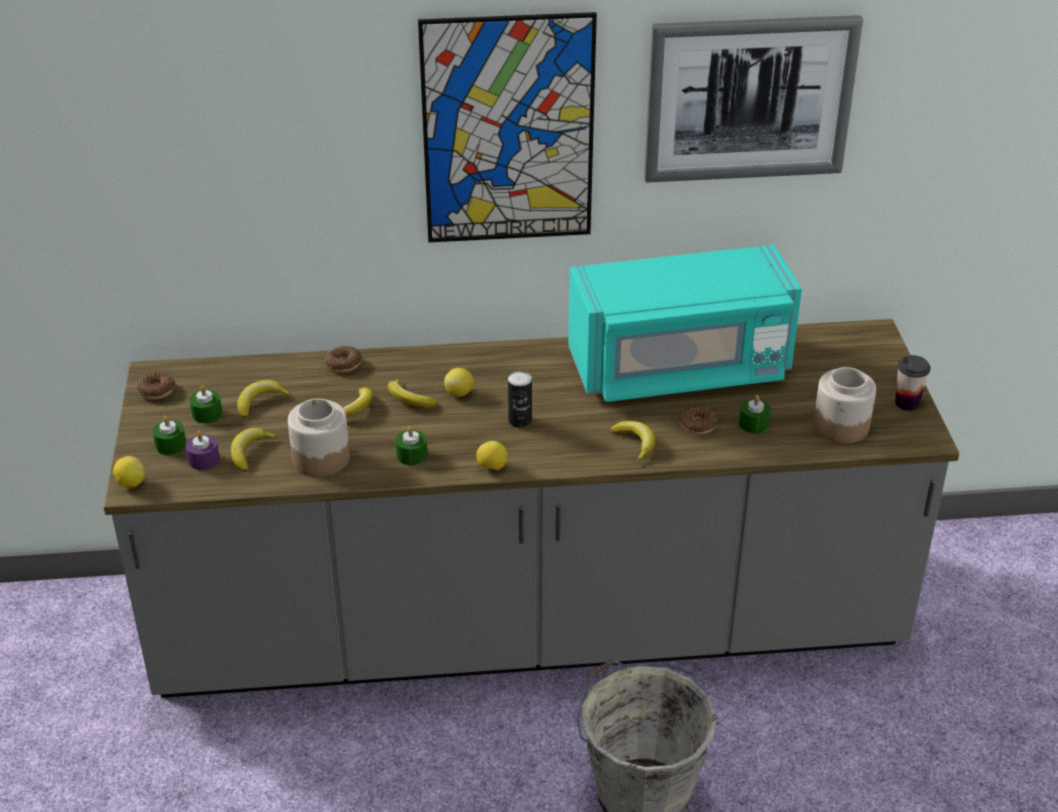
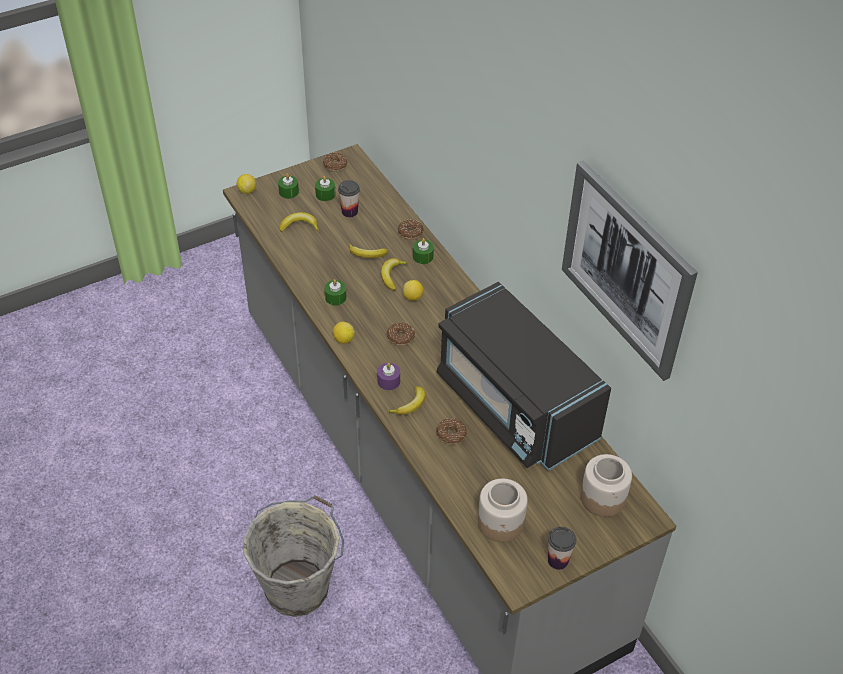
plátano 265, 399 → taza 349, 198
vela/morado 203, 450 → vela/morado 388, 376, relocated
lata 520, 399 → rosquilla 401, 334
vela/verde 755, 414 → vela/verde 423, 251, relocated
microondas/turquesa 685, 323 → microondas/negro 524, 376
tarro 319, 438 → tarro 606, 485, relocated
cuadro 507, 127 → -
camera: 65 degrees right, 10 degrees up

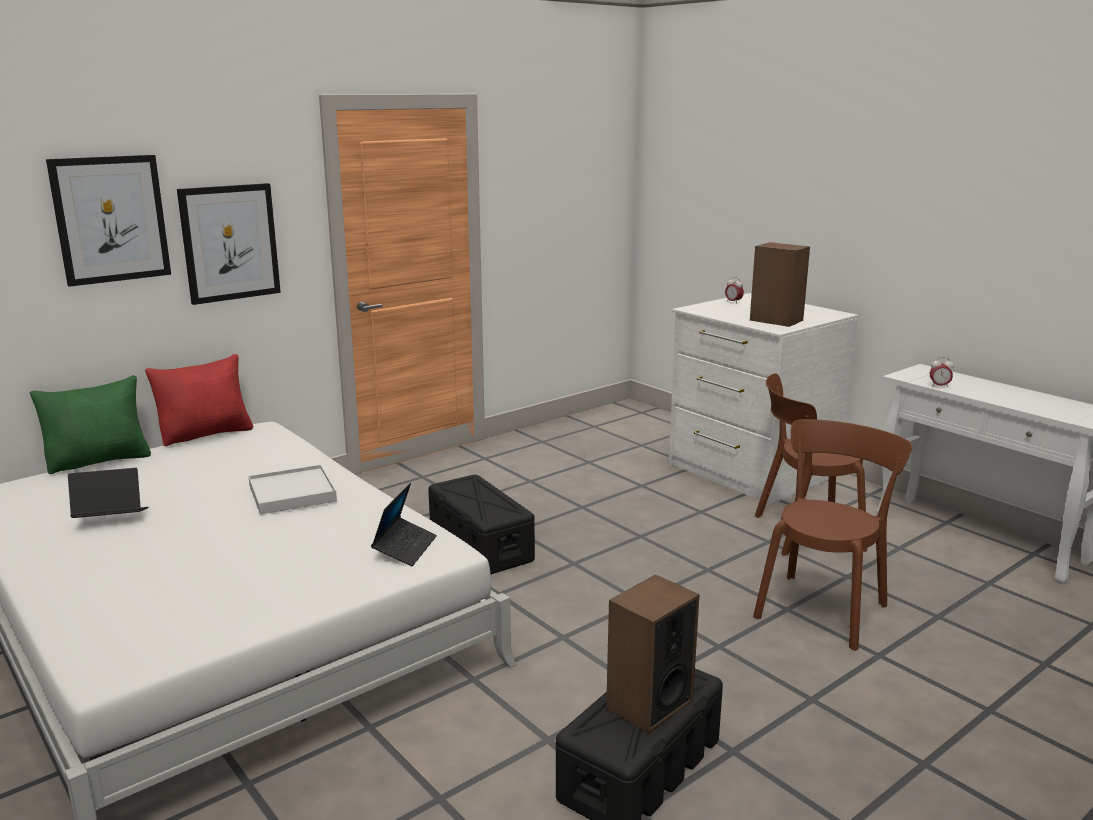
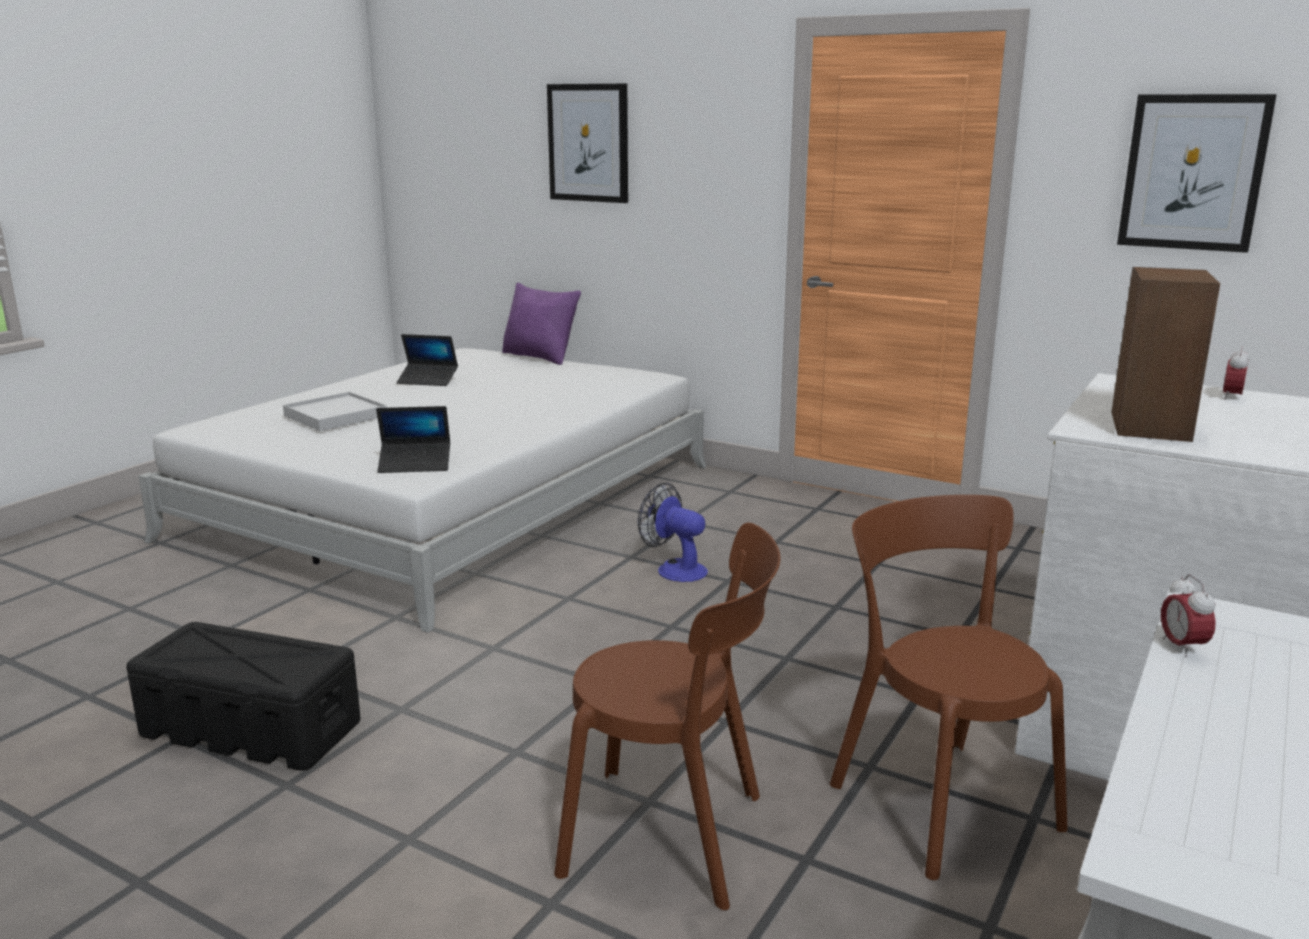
bandeja/blanco 292, 490 → bandeja/blanco 335, 411, relocated
portátil 108, 493 → portátil 427, 360, 135 degrees clockwise
cojín/verde 90, 424 → cojín/morado 541, 324
caja de almacenaje/negro 481, 524 → ventilador 673, 532
cuadro 229, 244 → cuadro 1197, 173, relocated
cojín/rojo 199, 400 → -
altavoz 653, 654 → -
camera: 70 degrees right, 0 degrees up

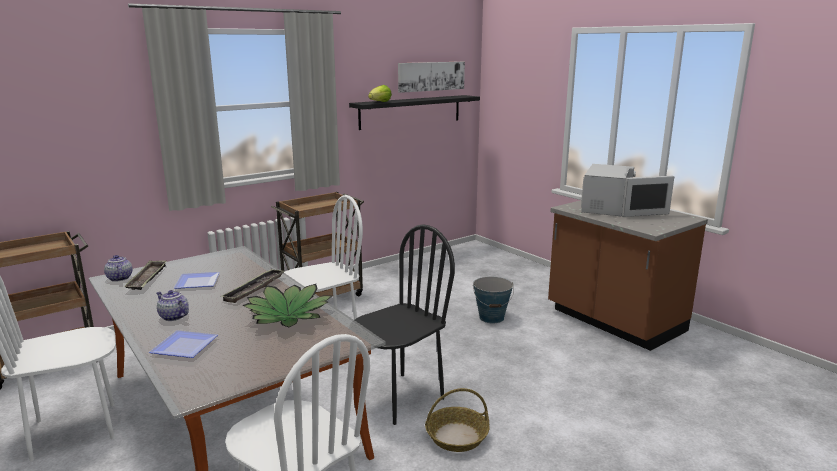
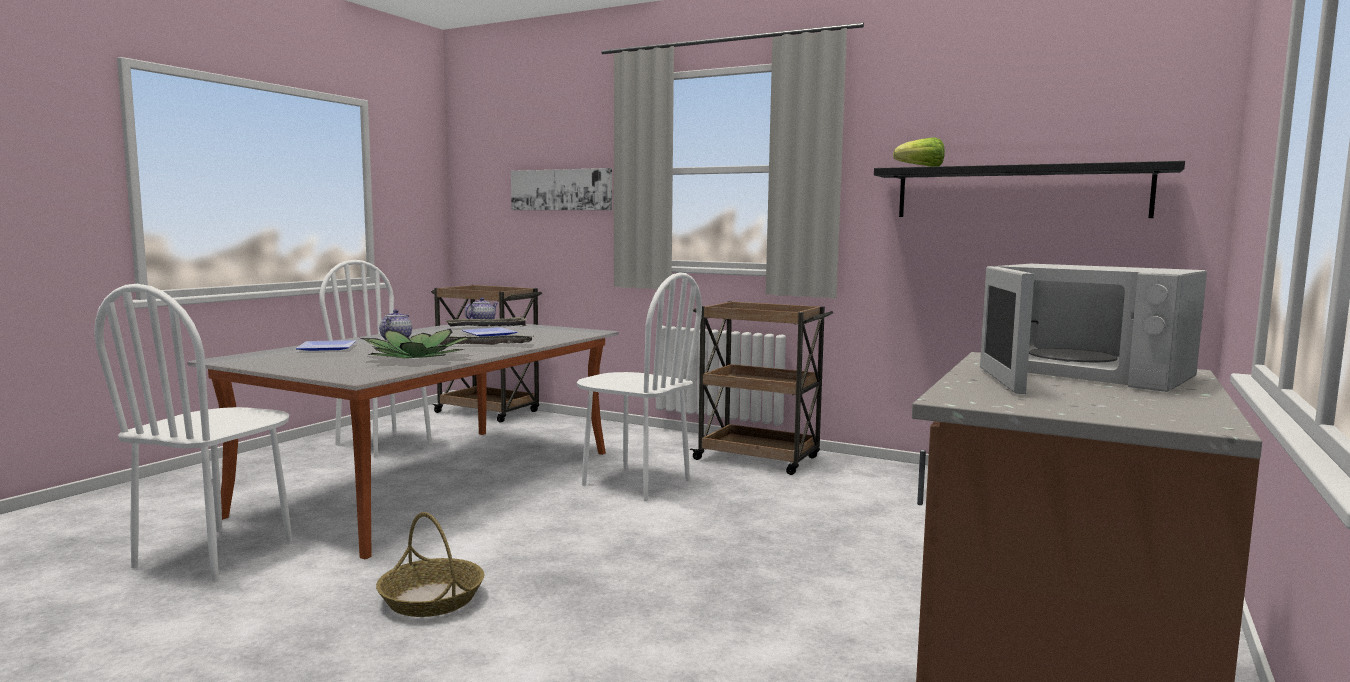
cuadro 431, 77 → cuadro 561, 189, relocated
microondas/blanco 627, 190 → microondas/blanco 1093, 329, 45 degrees clockwise
silla/negro 405, 325 → -
cubo 493, 300 → -
camera: 65 degrees right, 10 degrees down

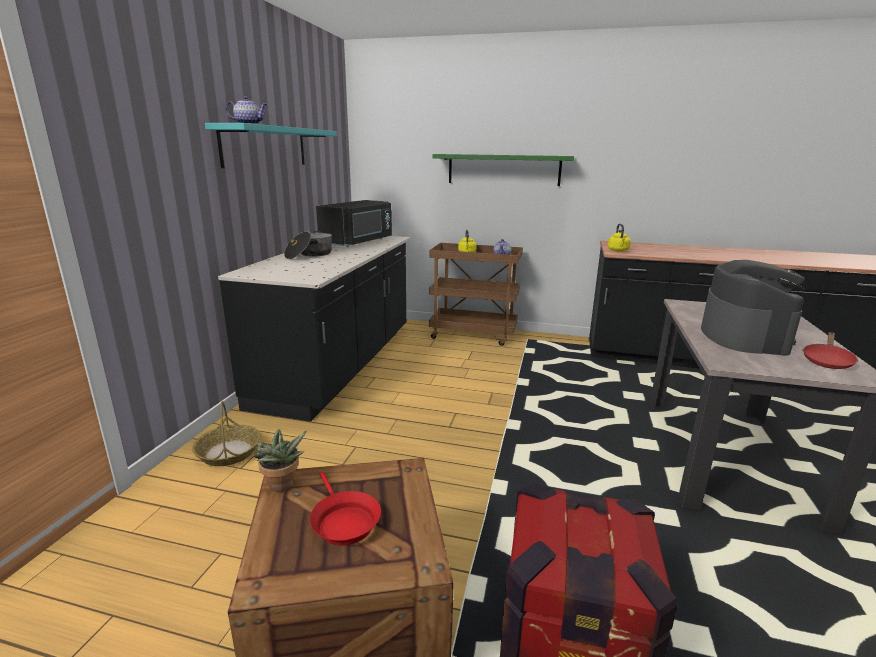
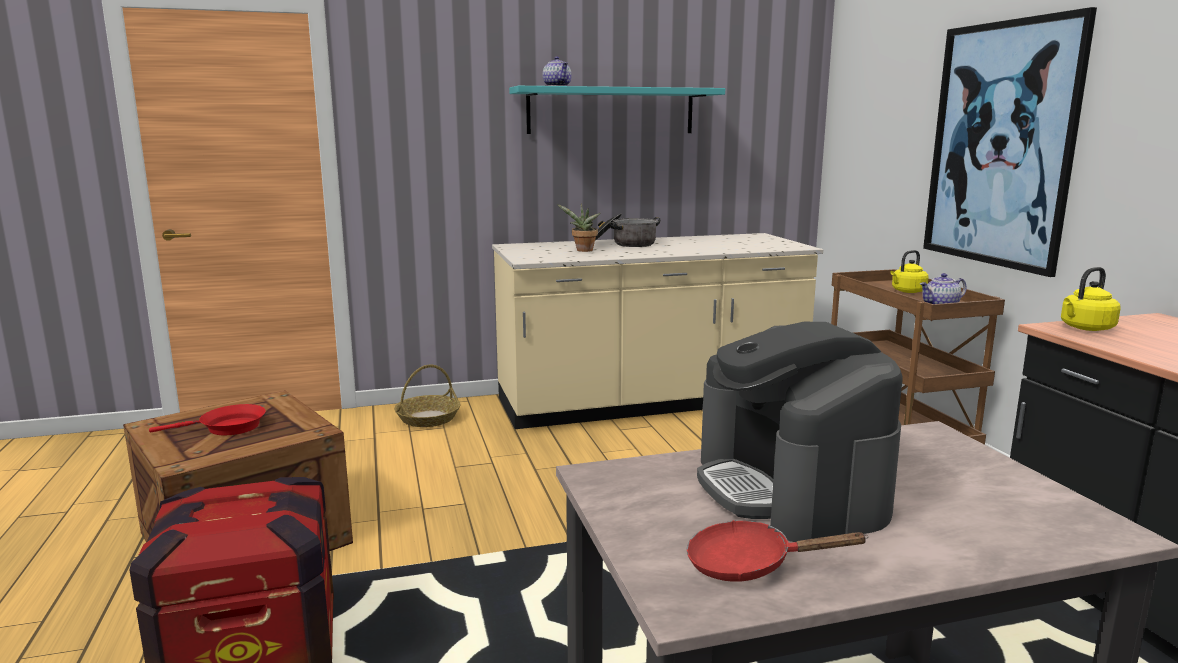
sartén/rojo 345, 509 → sartén/rojo 207, 419, 135 degrees counterclockwise
mueble bajo de cocina/negro 314, 329 → mueble bajo de cocina/beis 657, 331
planta en maceta 280, 460 → planta en maceta 579, 227, relocated
cafetera 753, 308 → cafetera 800, 432, 90 degrees clockwise
estante/verde 503, 170 → cuadro 1010, 142
microondas/negro 354, 223 → -
camera: 60 degrees right, 5 degrees down

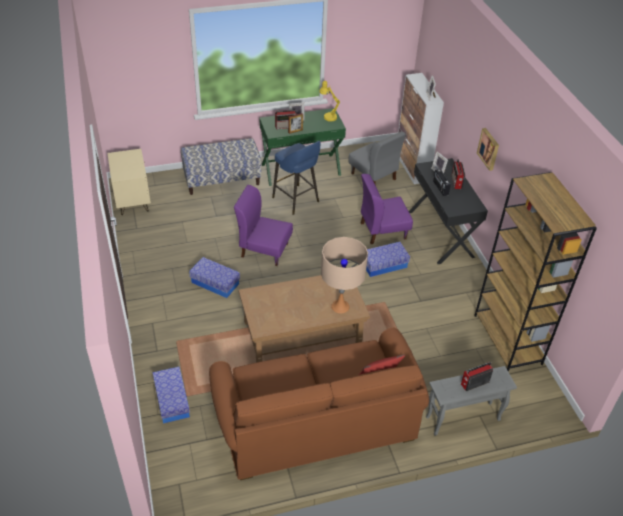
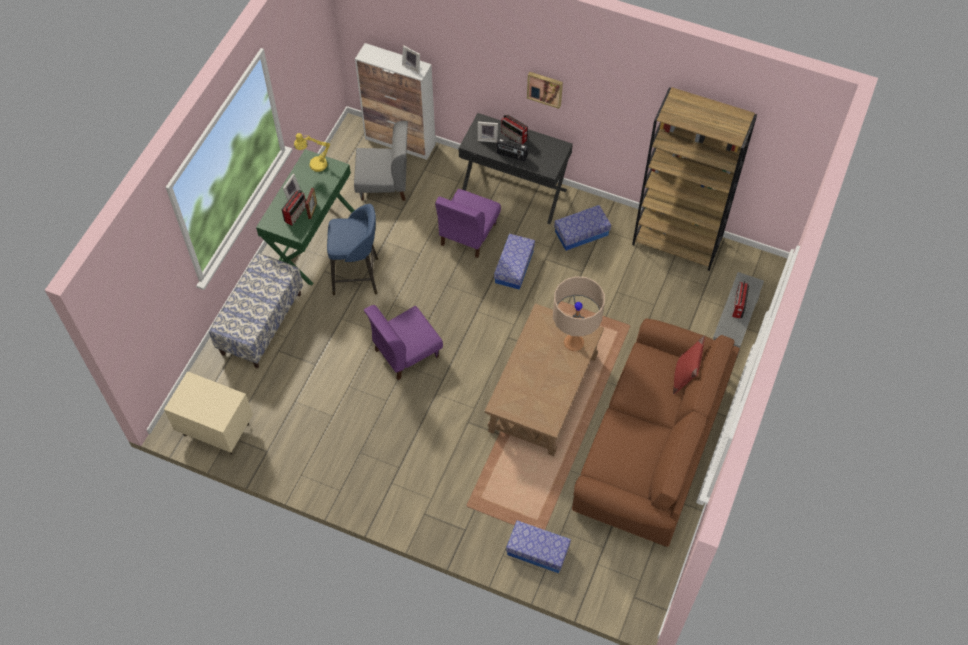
caja de almacenaje 214, 277 → caja de almacenaje 582, 228, relocated
camera: 50 degrees left, 15 degrees up

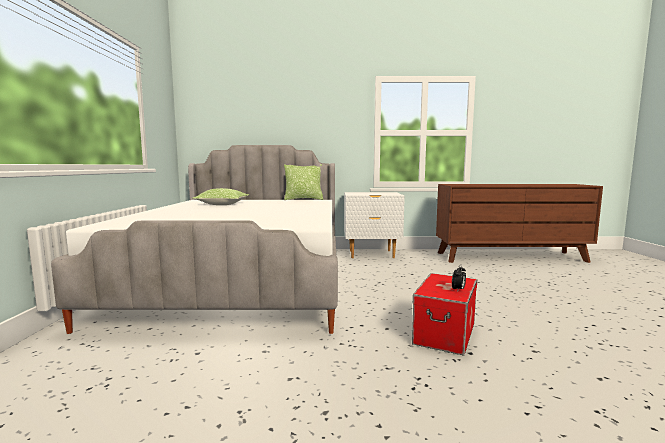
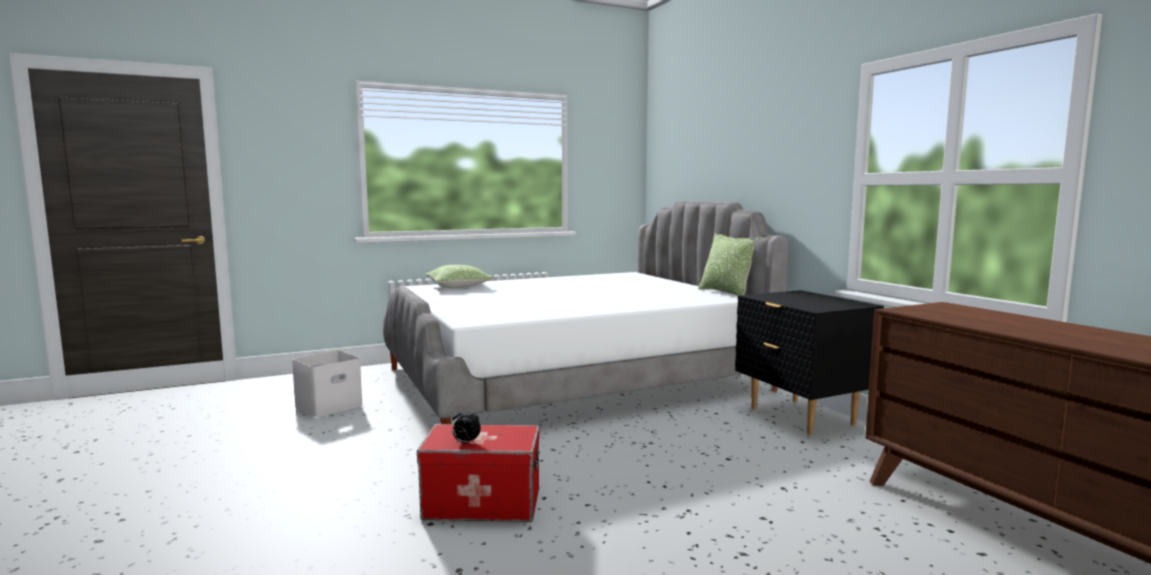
- → caja de almacenaje/blanco 327, 384
cojín 220, 196 → cojín 459, 276, relocated
mesita de noche/blanco 374, 225 → mesita de noche/negro 809, 362
camera: 65 degrees right, 0 degrees up

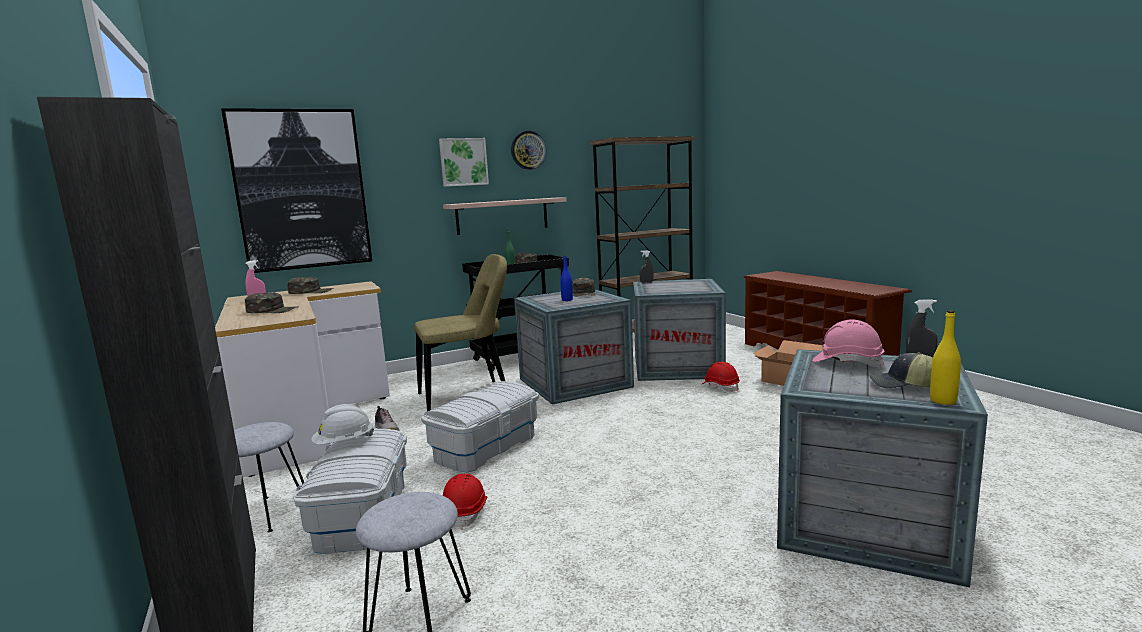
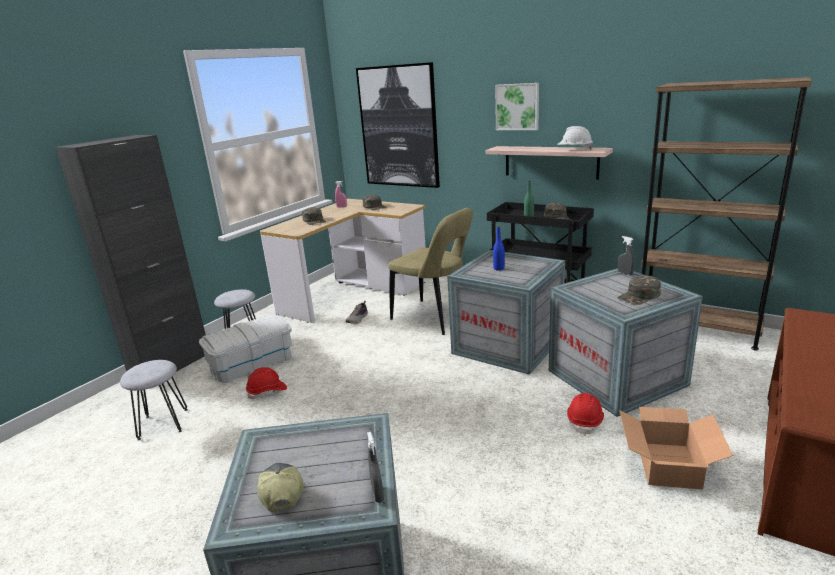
casco/blanco 342, 424 → casco/blanco 575, 138, relocated
gorra/verde 583, 287 → gorra/verde 639, 290, relocated
caja de almacenaje/blanco 480, 426 → -
reloj de pared 529, 150 → -
casco/rosa 849, 343 → -
botella/amarillo 945, 357 → -
camera: 60 degrees right, 10 degrees up

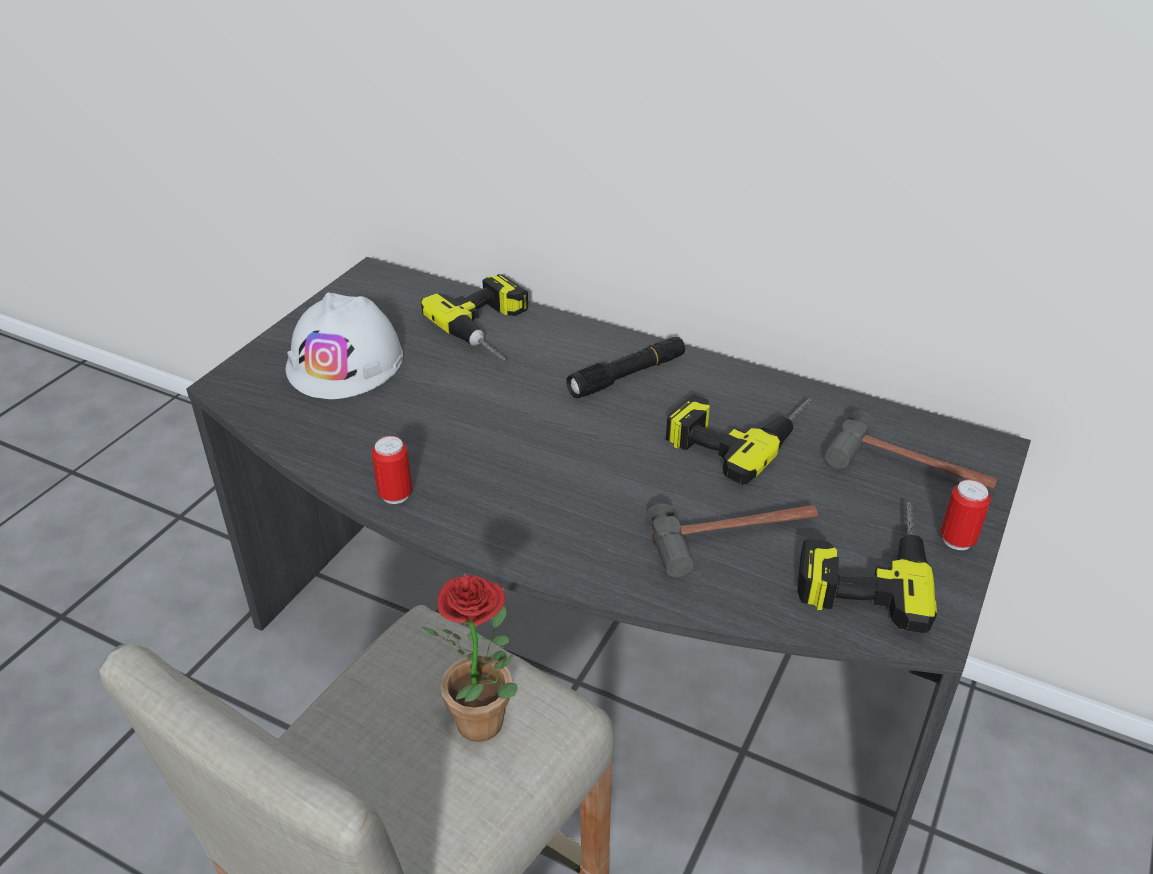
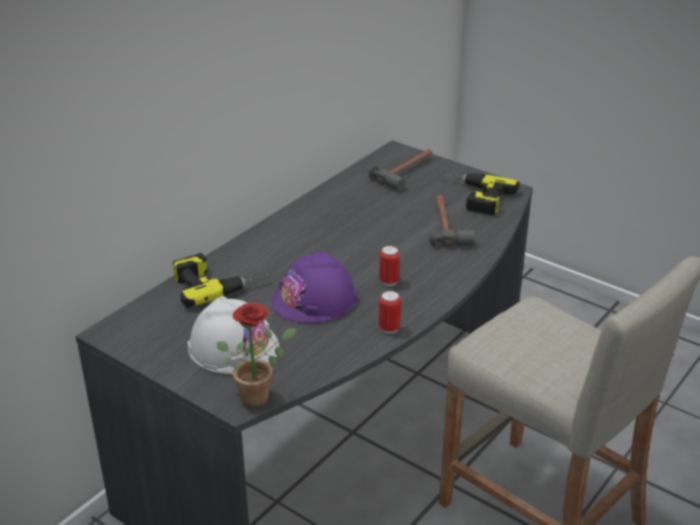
planta en maceta 470, 658 → planta en maceta 256, 355, relocated
- → casco/morado 314, 287
lata 966, 515 → lata 389, 265, relocated
linterna/negro 625, 367 → -
taladro 739, 439 → -
camera: 80 degrees left, 5 degrees down

